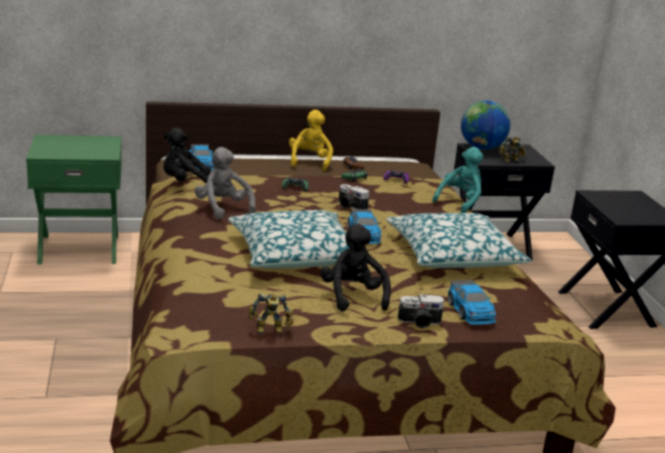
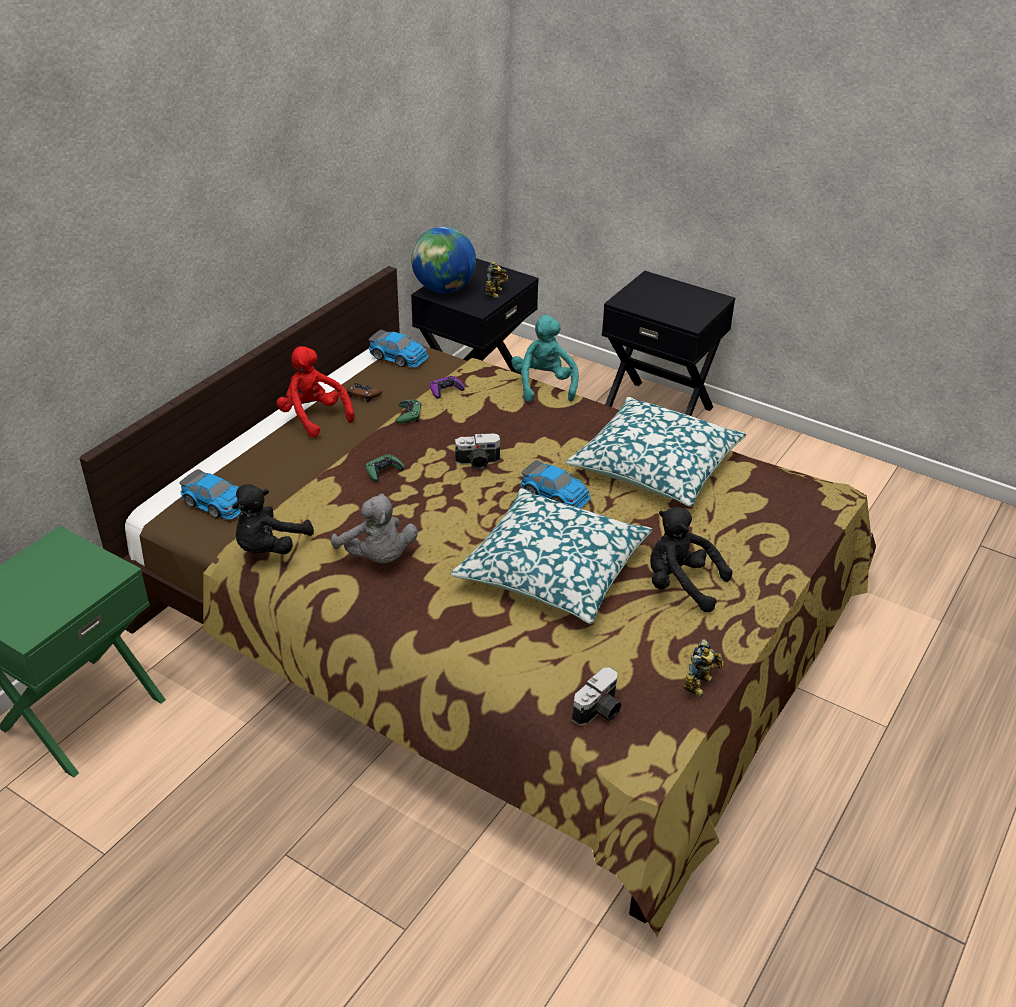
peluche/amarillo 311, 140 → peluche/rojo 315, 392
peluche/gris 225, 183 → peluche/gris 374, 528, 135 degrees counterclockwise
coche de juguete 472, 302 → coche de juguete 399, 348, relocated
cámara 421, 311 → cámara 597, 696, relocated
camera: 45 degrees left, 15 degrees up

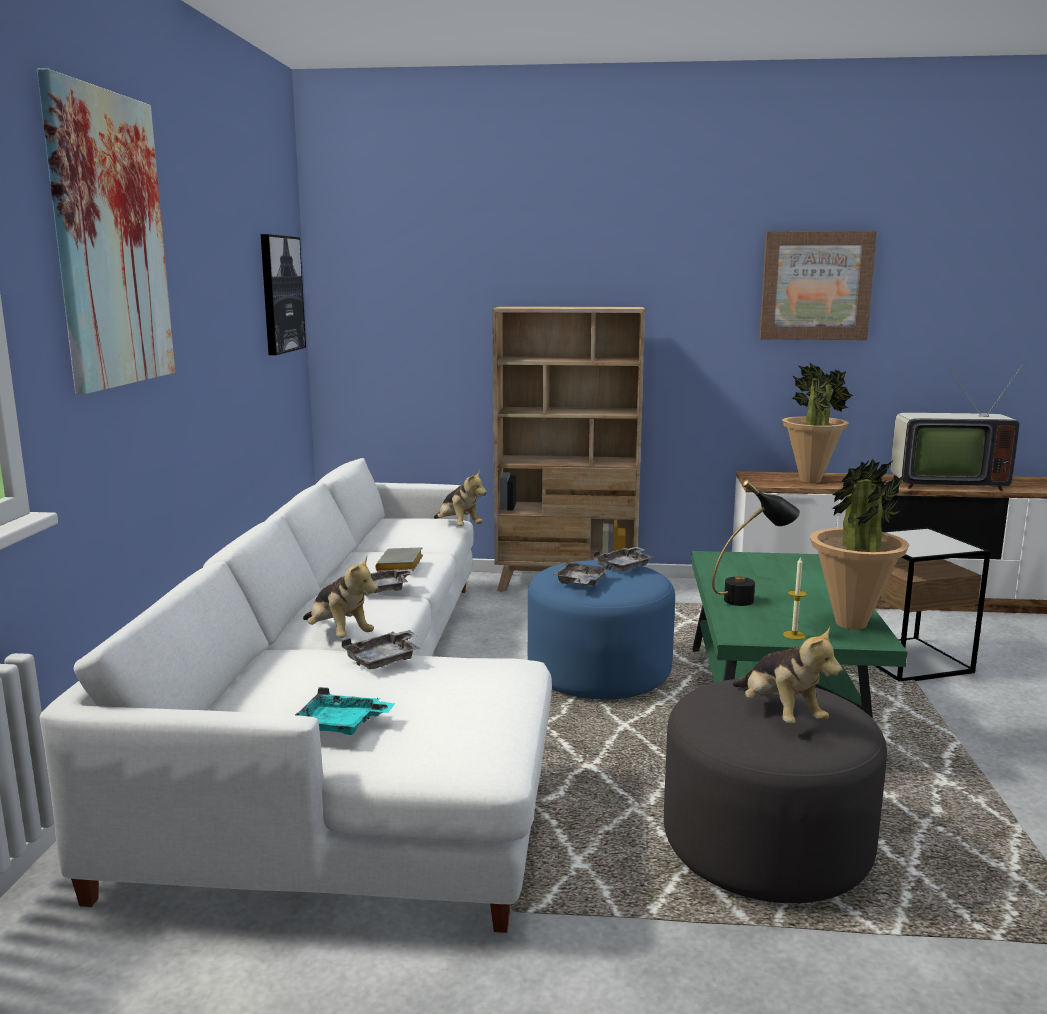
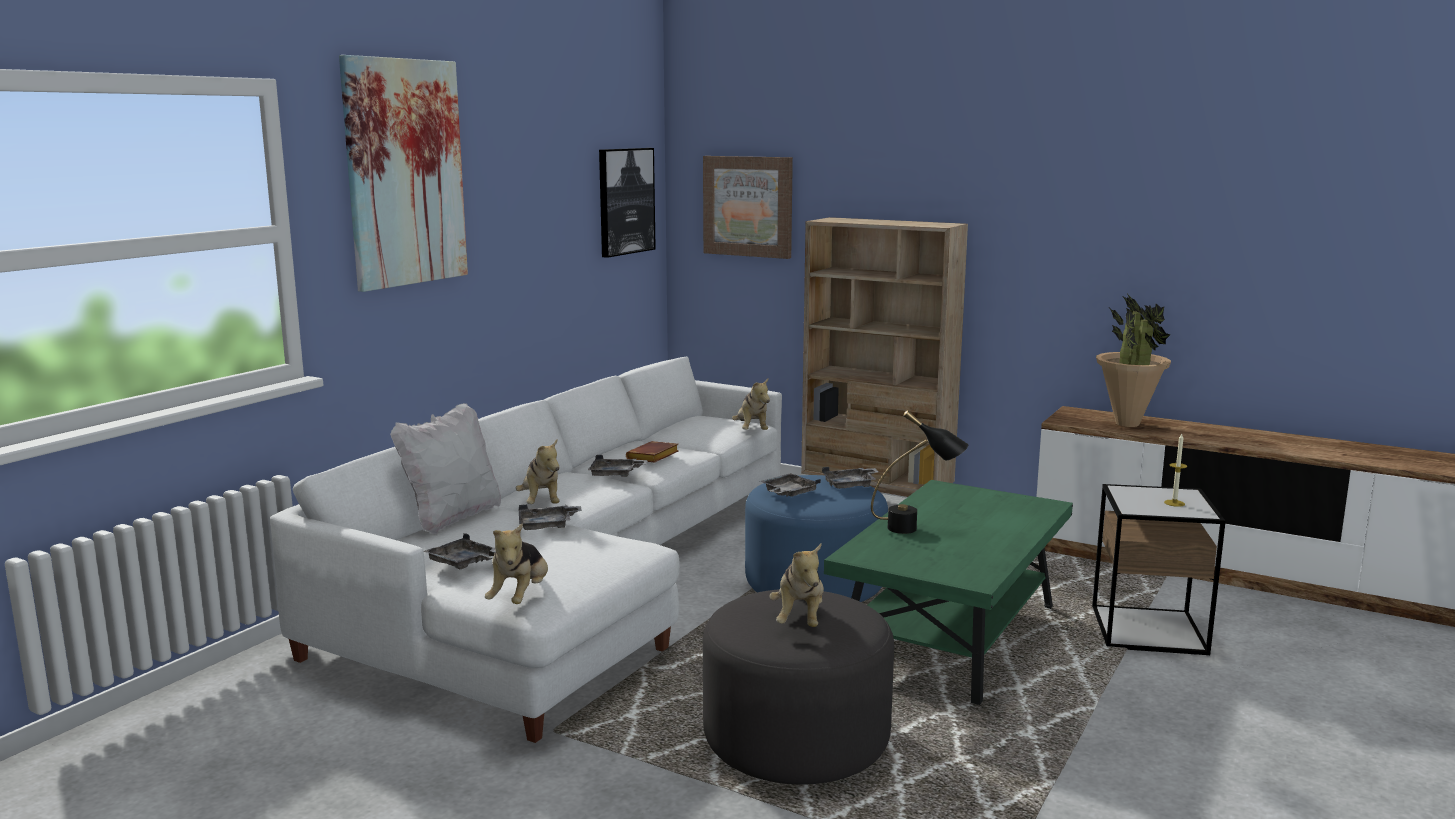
- → cojín/blanco 445, 468
bandeja/turquesa 345, 711 → bandeja/gris 460, 551
- → peluche 516, 563
libro/gris 399, 559 → libro/marrón 652, 452
cuadro 818, 285 → cuadro 748, 207, relocated
vela 795, 598 → vela 1175, 470, relocated
planta en maceta 859, 544 → -
televisor 957, 427 → -
camera: 25 degrees right, 0 degrees up

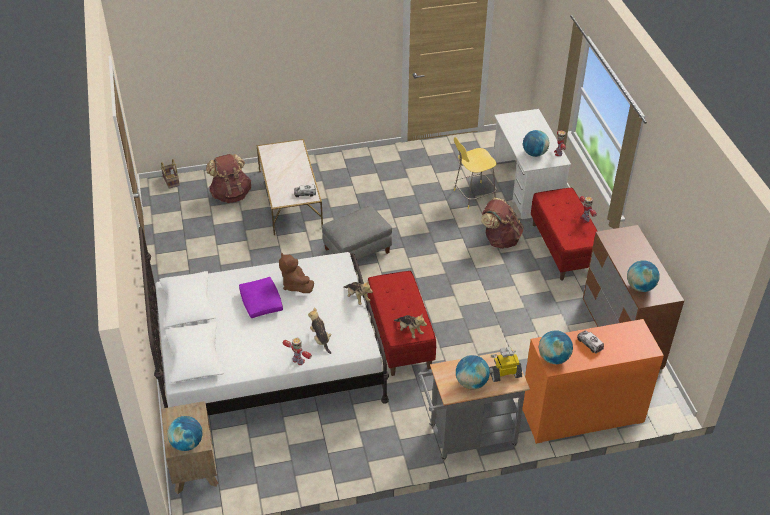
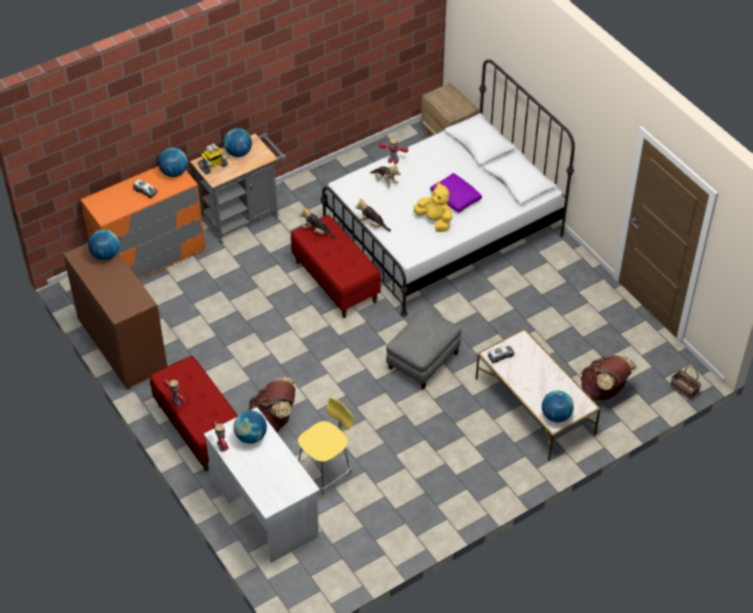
peluche/marrón 296, 273 → peluche/amarillo 433, 207
globo terráqueo 184, 433 → globo terráqueo 558, 406, relocated
camera: 160 degrees right, 5 degrees up

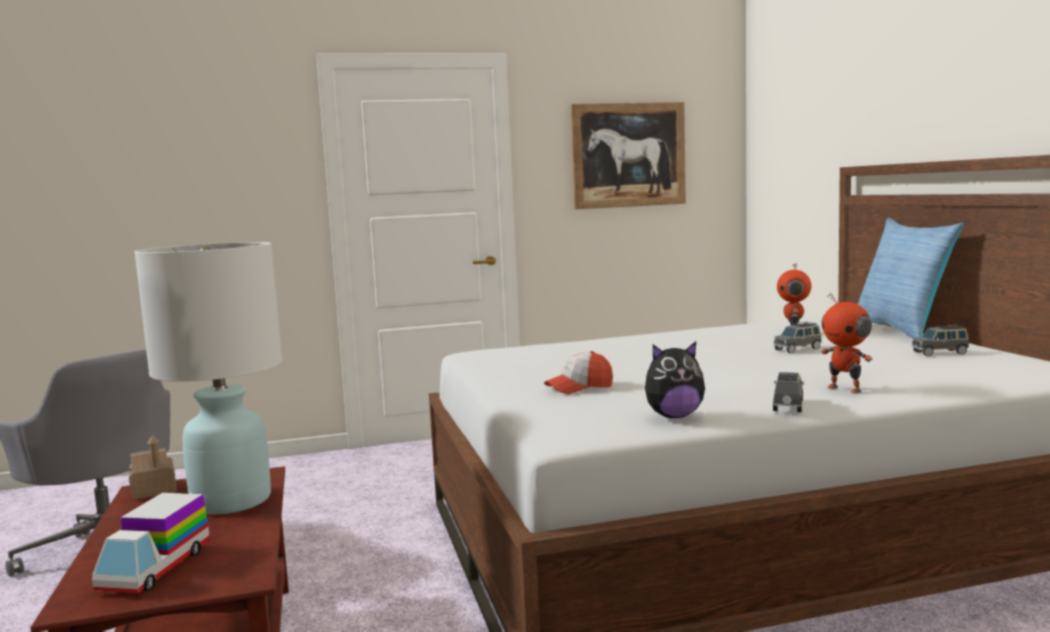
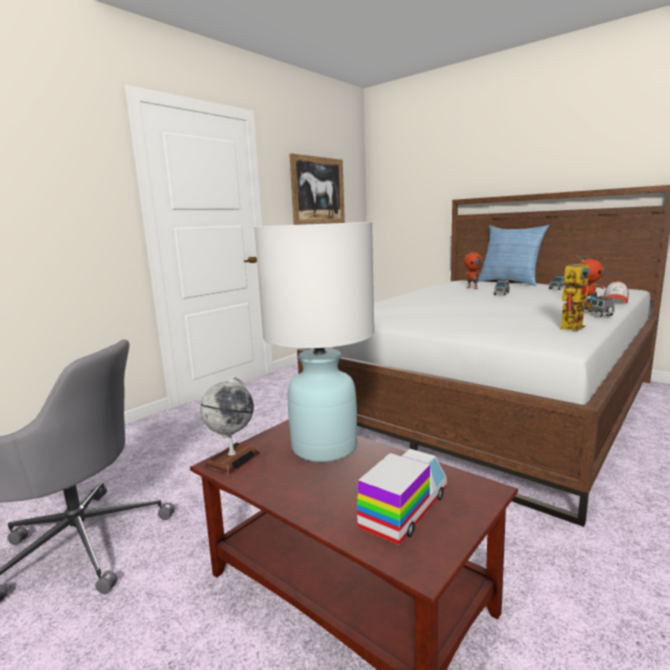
casita 153, 467 → globo terráqueo 230, 426
camión de juguete 151, 543 → camión de juguete 402, 497, 120 degrees counterclockwise
peluche 675, 380 → robot de juguete 578, 295
gorra 578, 372 → gorra 616, 292, relocated
camera: 35 degrees left, 5 degrees up

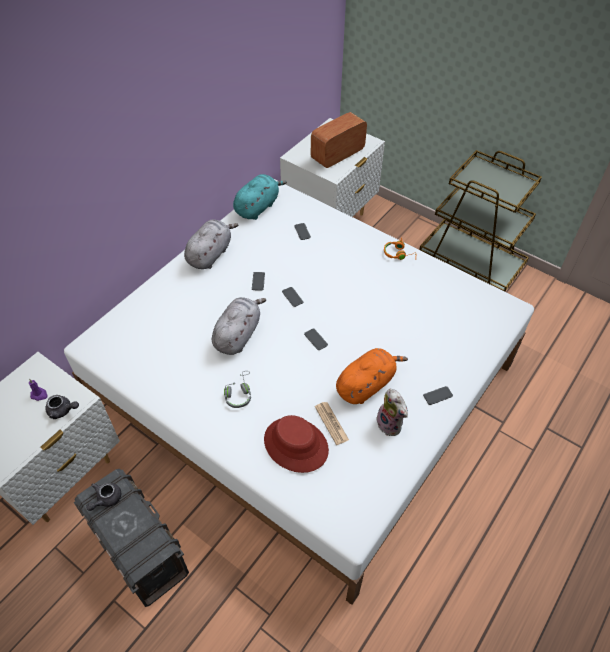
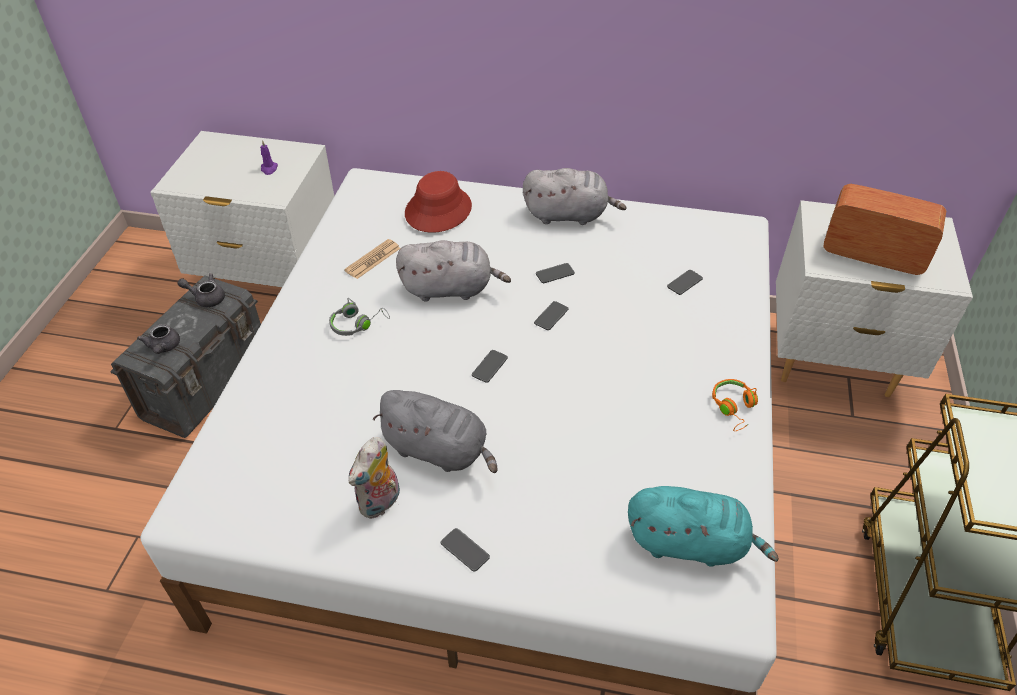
tetera/gris 62, 407 → tetera/gris 158, 339, relocated
periódico 332, 423 → periódico 372, 259, relocated
peluche/naranja 372, 376 → peluche/gris 435, 431
sombrero/rojo 296, 444 → sombrero/rojo 438, 202, relocated
peluche/turquesa 260, 197 → peluche/turquesa 703, 526, relocated
camera: 65 degrees right, 5 degrees down

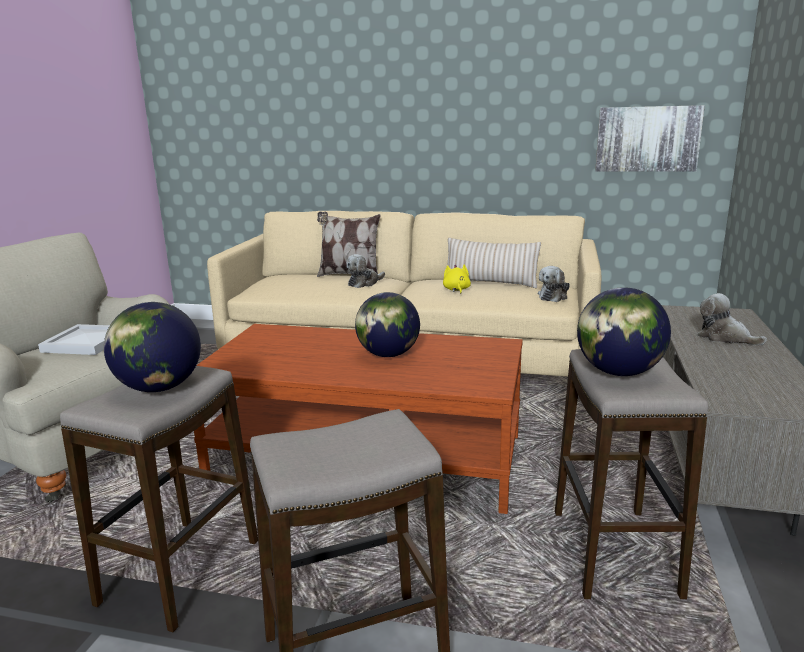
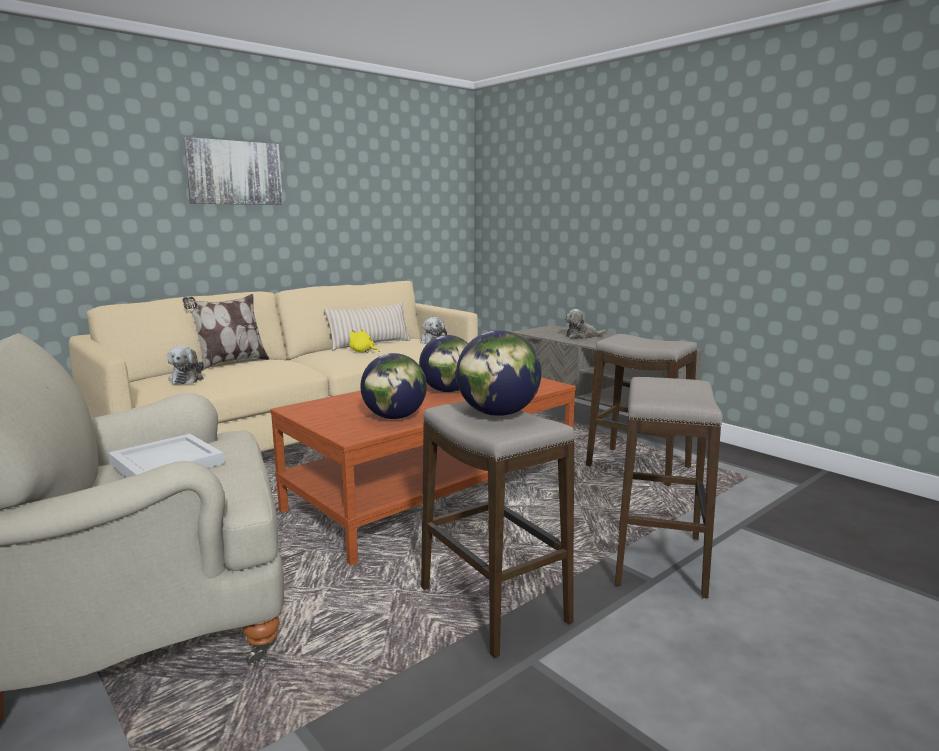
peluche 365, 271 → peluche 185, 365, relocated
cuadro 650, 138 → cuadro 233, 171, relocated
globo terráqueo 624, 331 → globo terráqueo 393, 386, relocated
camera: 55 degrees left, 5 degrees down

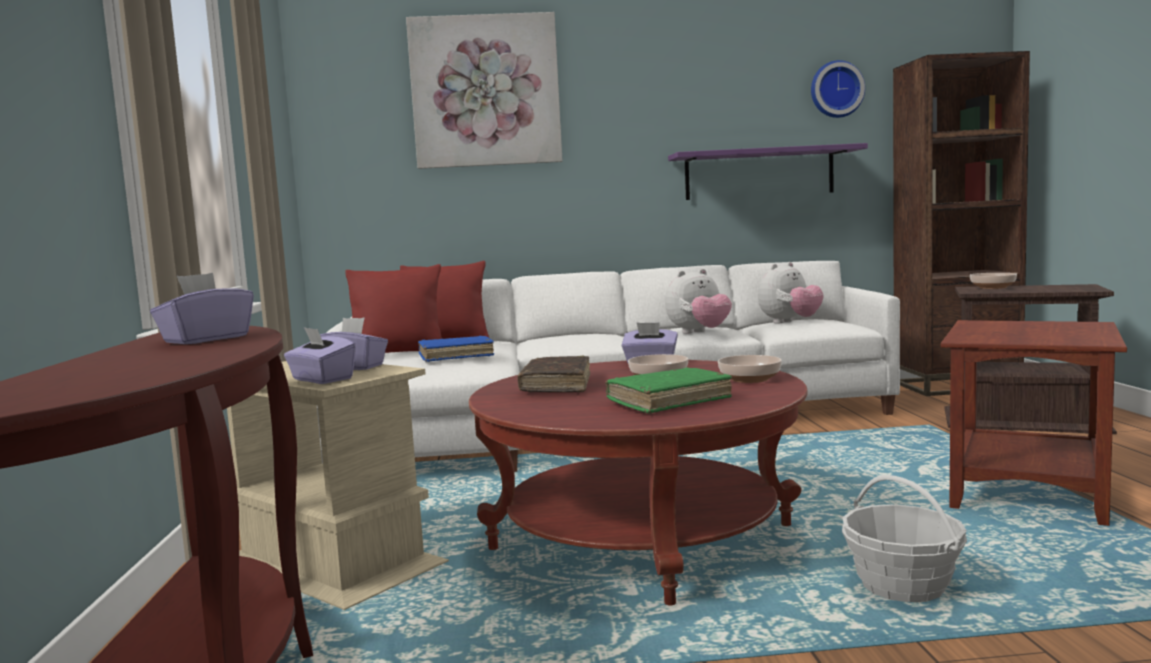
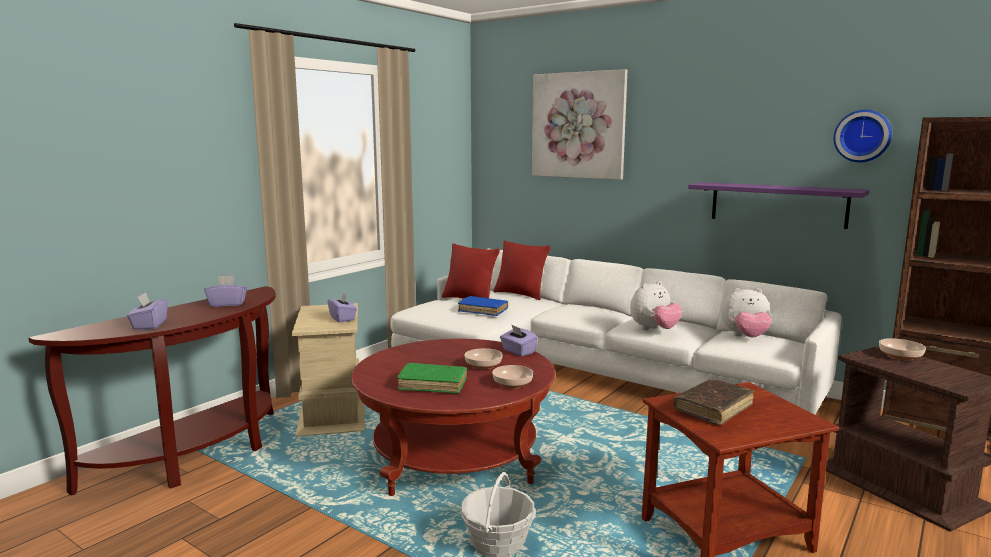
caja de pañuelos/morado 320, 355 → caja de pañuelos/morado 147, 311, relocated
peluche 698, 301 → peluche 656, 305, 45 degrees counterclockwise
libro/marrón 553, 373 → libro/marrón 713, 402, relocated
camera: 40 degrees right, 5 degrees up

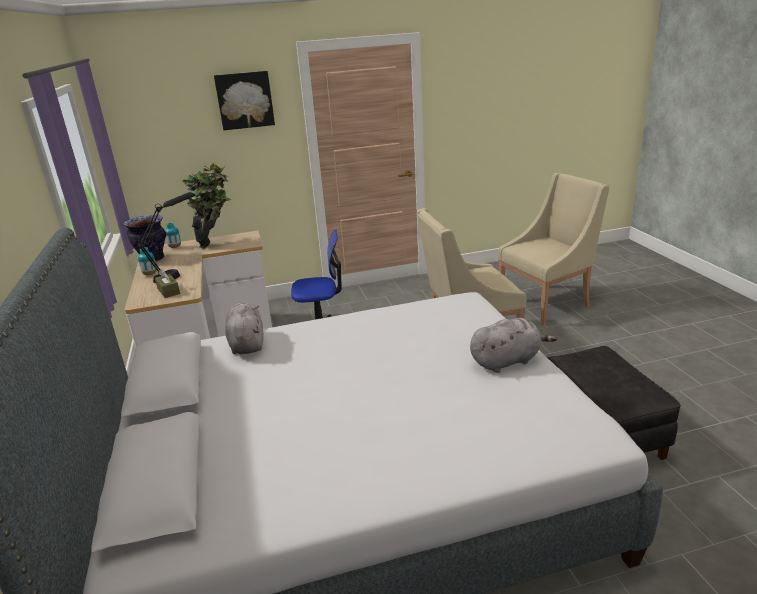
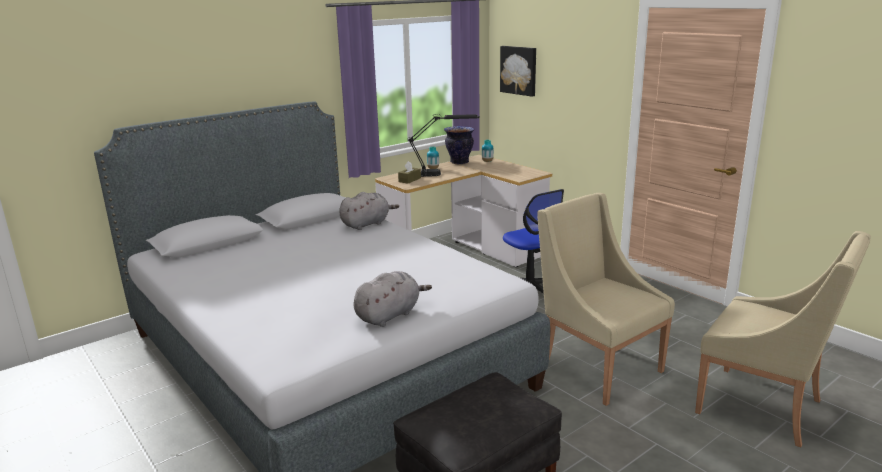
peluche/gris 513, 345 → peluche/gris 392, 299, 90 degrees counterclockwise
cuadro 244, 100 → cuadro 518, 71, relocated
planta en maceta 206, 206 → -
camera: 65 degrees right, 5 degrees down

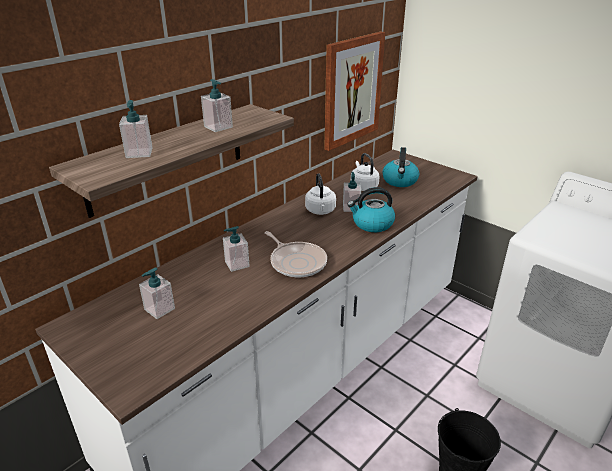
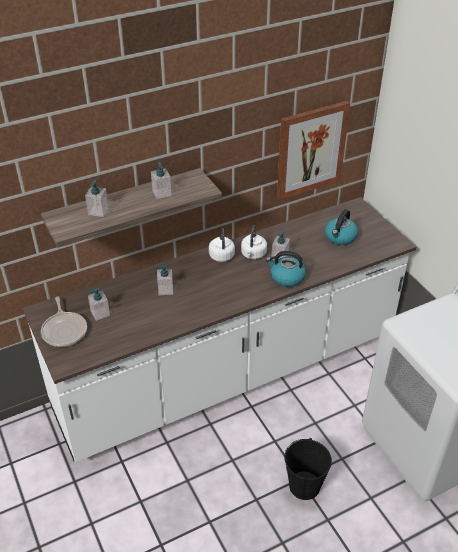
sartén 296, 254 → sartén 64, 322, relocated
hervidor/blanco 365, 172 → hervidor/blanco 222, 245, relocated
camera: 20 degrees right, 10 degrees up

